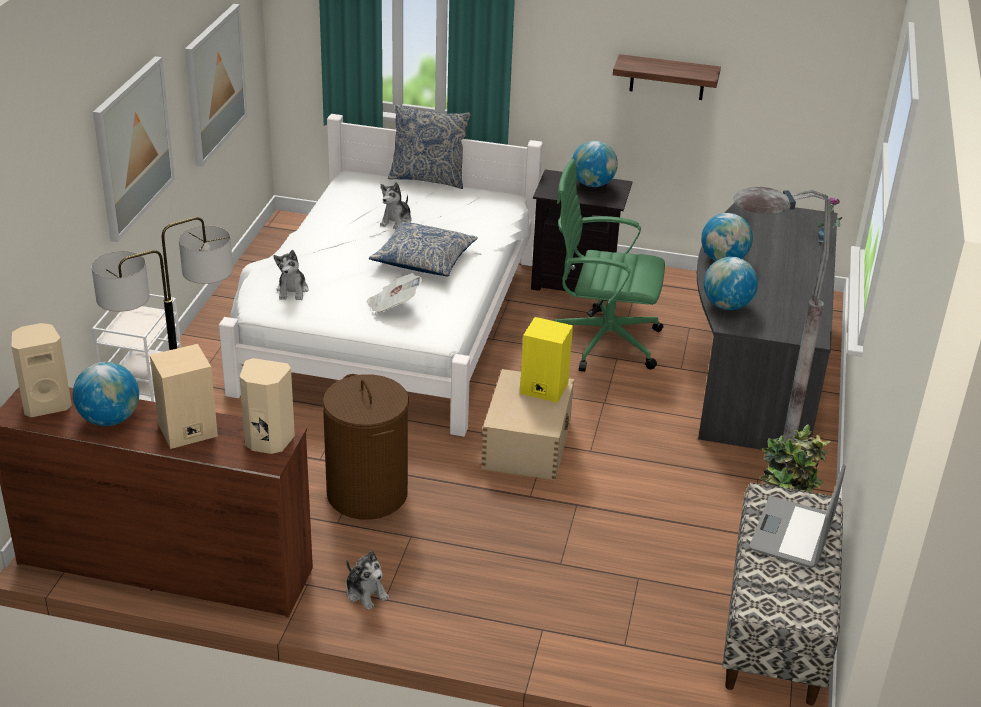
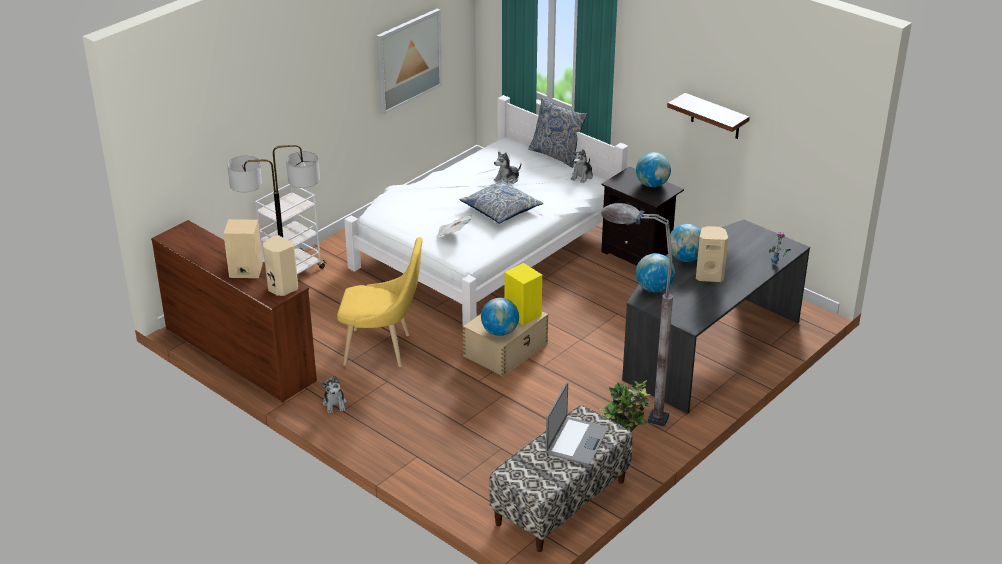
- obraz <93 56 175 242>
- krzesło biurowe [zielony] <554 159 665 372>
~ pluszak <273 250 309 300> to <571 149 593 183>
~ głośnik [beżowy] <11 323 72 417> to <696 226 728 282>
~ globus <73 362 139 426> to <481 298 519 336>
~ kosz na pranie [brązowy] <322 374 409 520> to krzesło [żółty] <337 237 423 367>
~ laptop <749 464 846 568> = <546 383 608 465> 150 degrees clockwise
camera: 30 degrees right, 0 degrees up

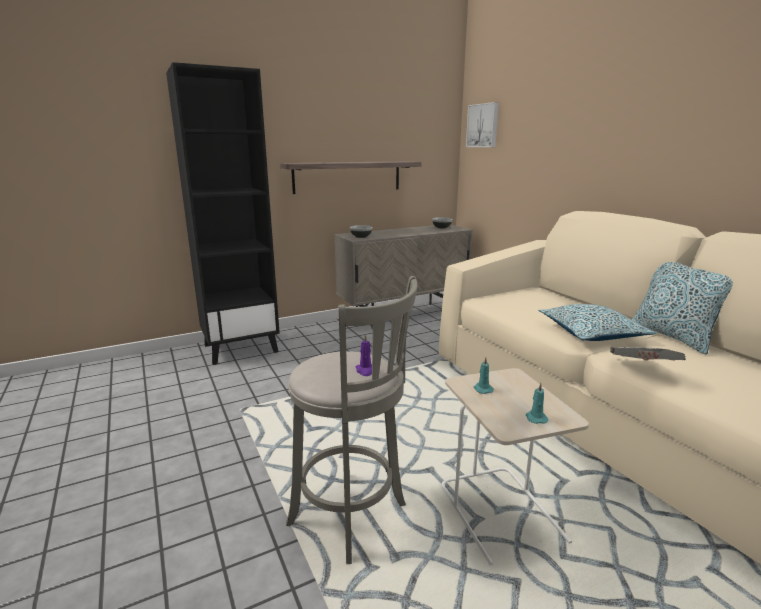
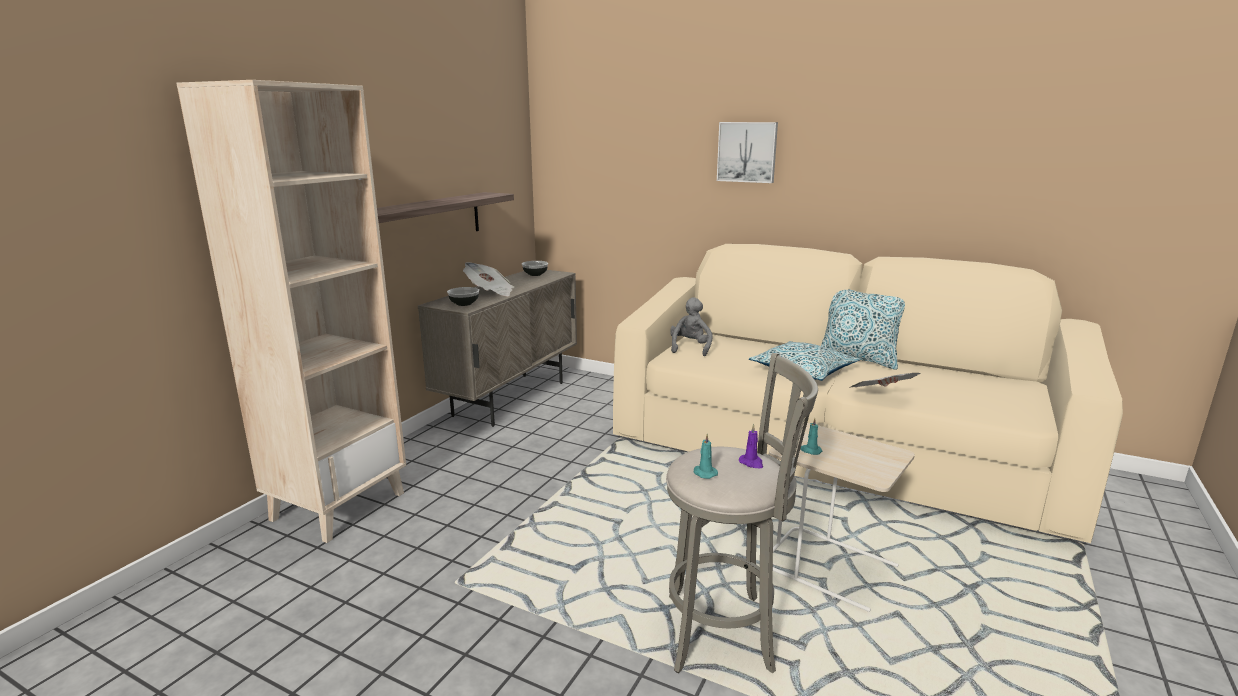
~ regał [czarny] <166 62 280 365> to regał [beżowy] <176 80 406 543>
~ obraz <466 102 499 147> to <717 122 778 183>
~ świeca [turkusowy] <526 383 549 424> to <694 434 718 479>
+ gazeta <463 262 514 297>
+ pluszak [szary] <671 297 712 356>
camera: 35 degrees left, 0 degrees up

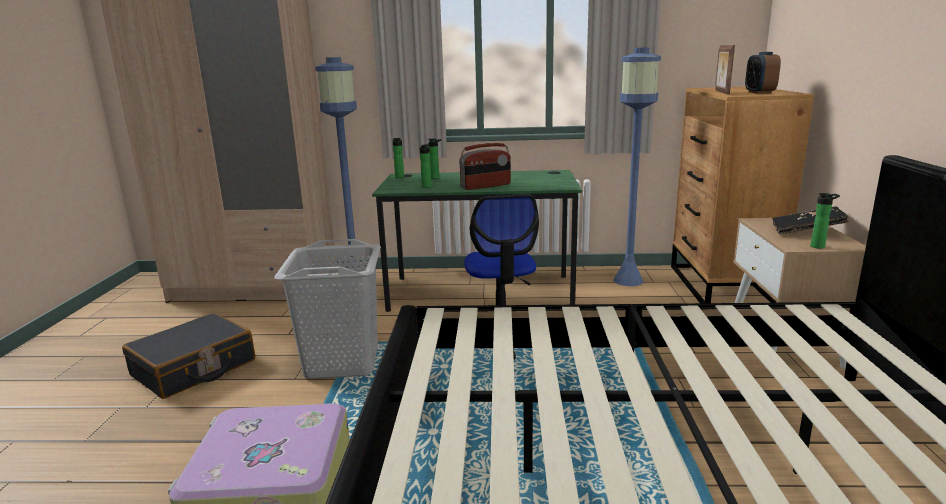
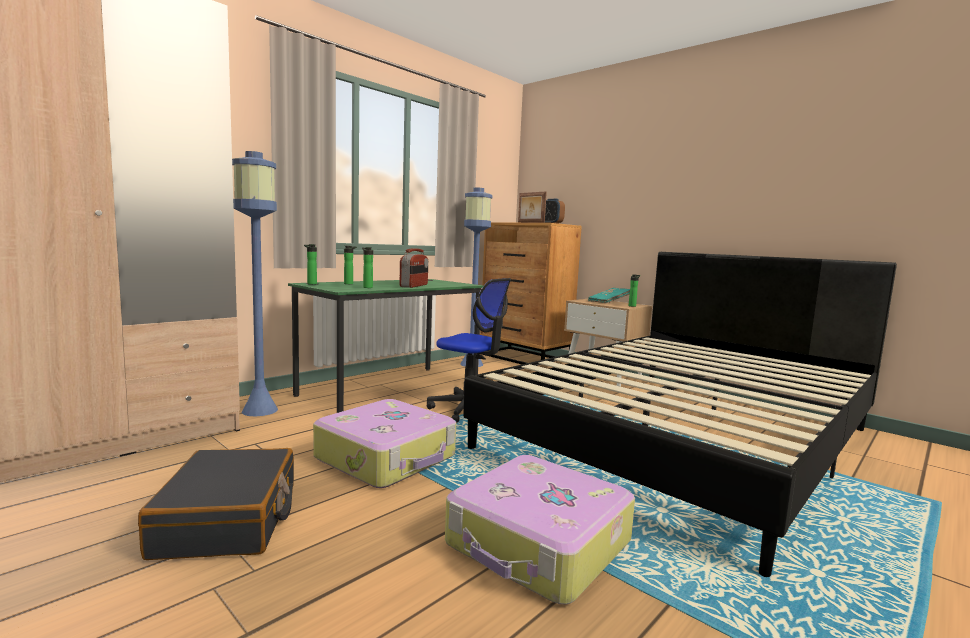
~ książka [czarny] <772 206 849 234> to książka [turkusowy] <588 288 630 303>
~ kosz na pranie [szary] <274 239 381 379> to walizka <313 399 456 488>
camera: 50 degrees left, 10 degrees down

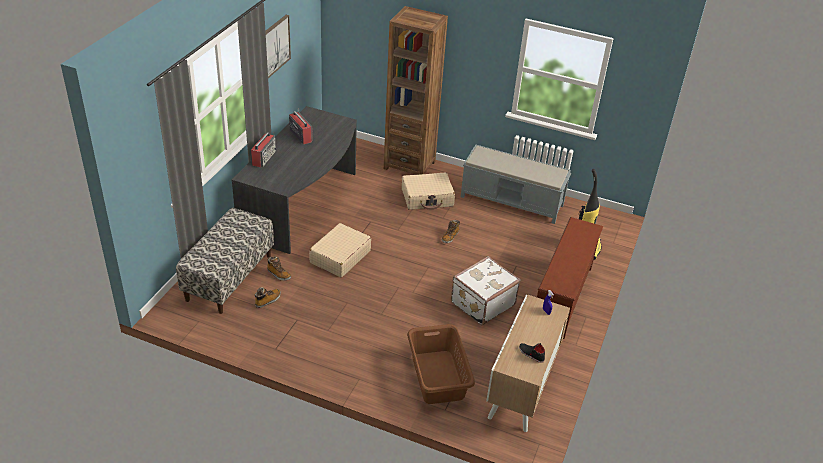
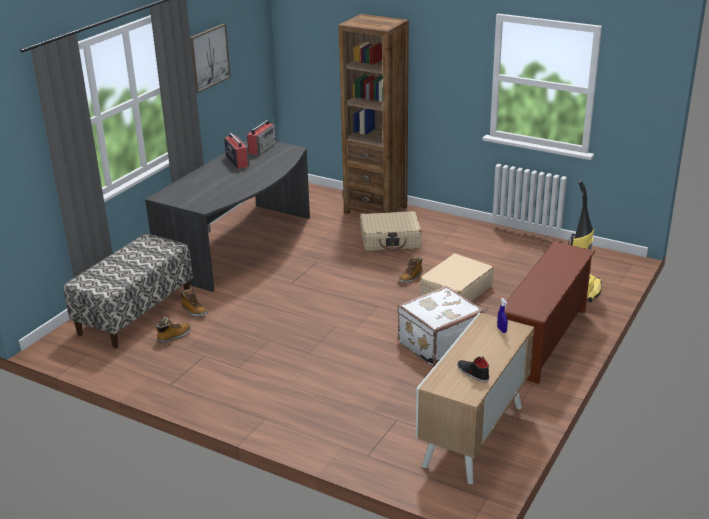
~ radio <251 132 277 168> to <247 119 277 155>
- ławka [szary] <461 145 571 224>
~ walizka [beżowy] <309 223 371 277> to <419 253 494 302>
- kosz na pranie [brązowy] <407 324 475 404>
camera: 10 degrees right, 10 degrees down

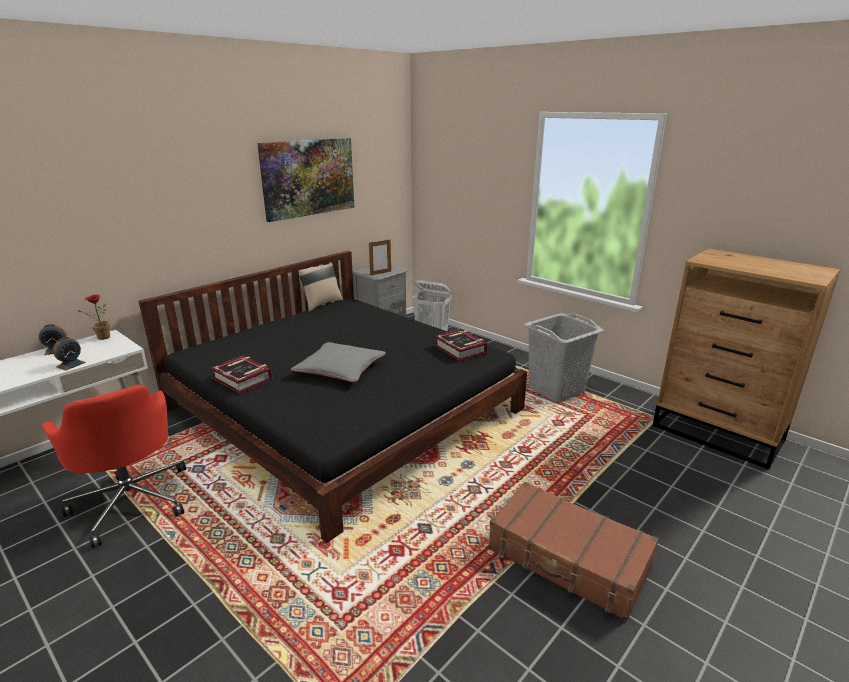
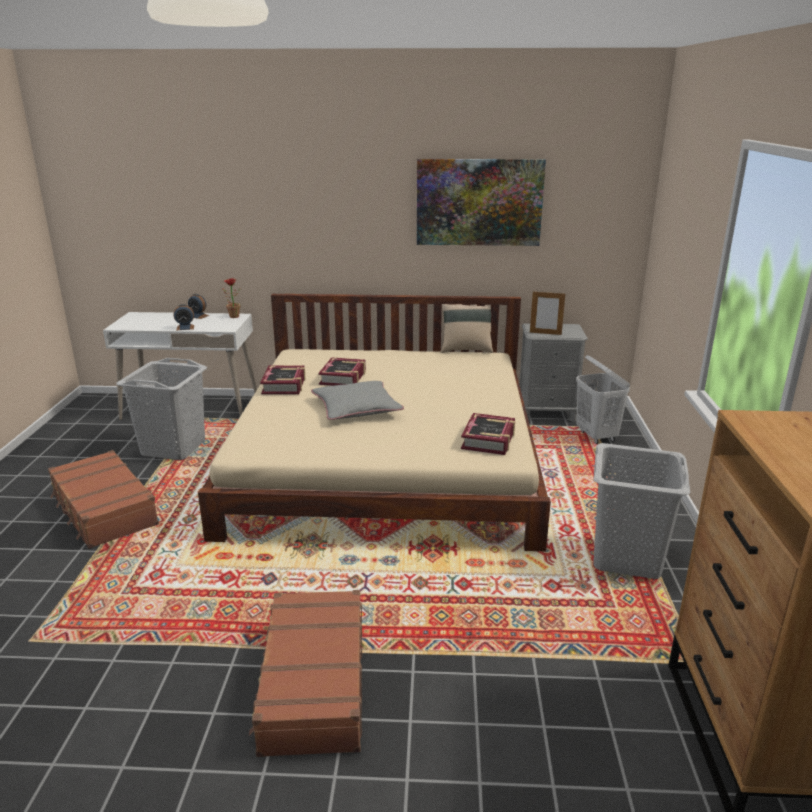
~ łóżko [czarny] <138 251 527 543> to łóżko [beżowy] <198 294 551 551>
~ krzesło biurowe [czerwony] <42 385 186 548> to kosz na pranie [szary] <116 358 207 460>
+ książka <318 358 366 386>
+ walizka [brązowy] <48 450 159 549>
camera: 50 degrees right, 0 degrees up

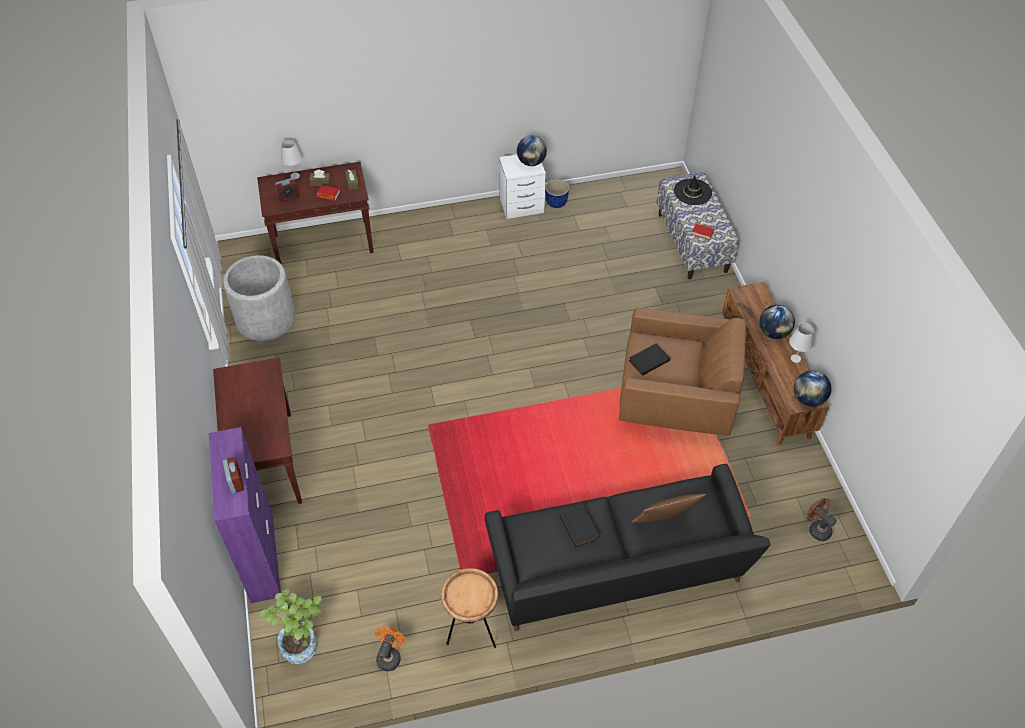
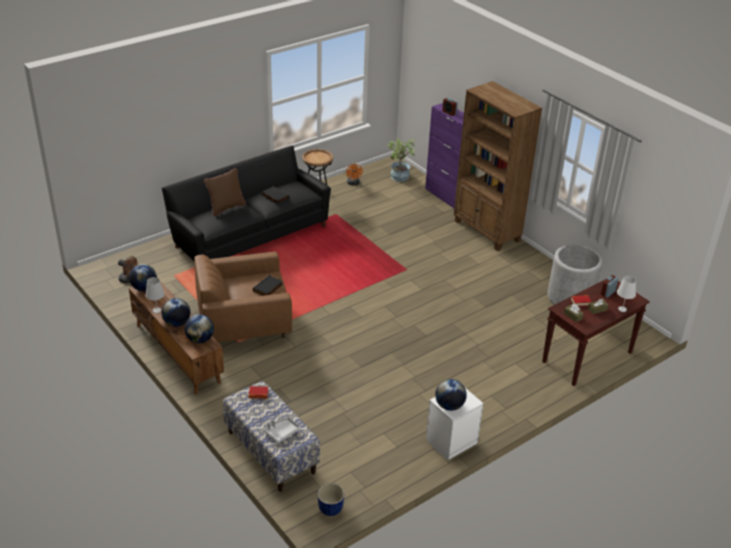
~ kapelusz [czarny] <674 175 712 205> to taca [szary] <263 417 300 444>
~ donica <545 179 569 208> to <317 483 345 516>
~ stolik konsolowy [brązowy] <213 357 302 504> to regał [brązowy] <454 81 542 251>
+ globus <185 314 214 343>
camera: 155 degrees right, 15 degrees down

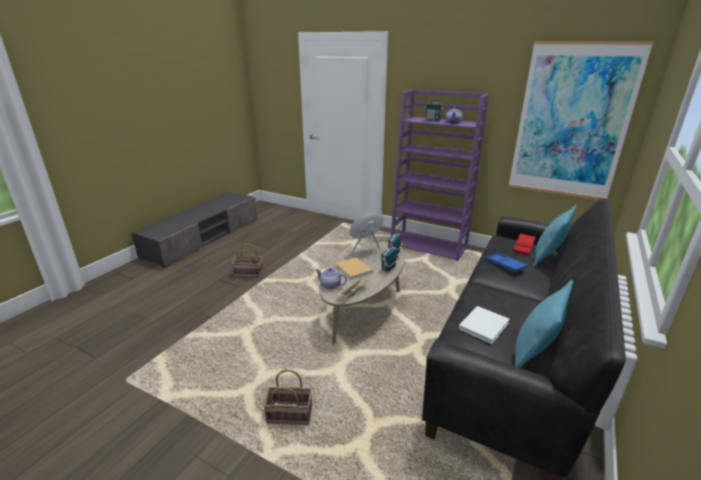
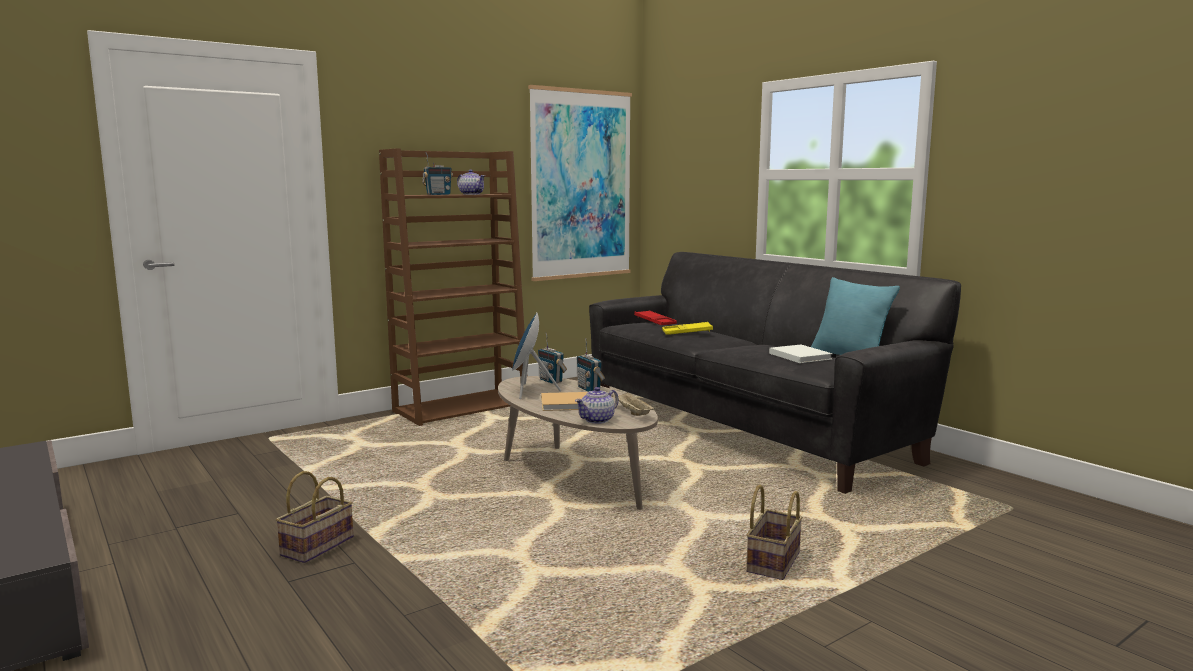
~ regał [fioletowy] <391 90 489 261> to regał [brązowy] <379 148 525 426>
- poduszka [turkusowy] <533 205 577 267>
~ taca [niebieski] <486 253 528 272> to taca [żółty] <662 322 713 335>
camera: 65 degrees left, 15 degrees down

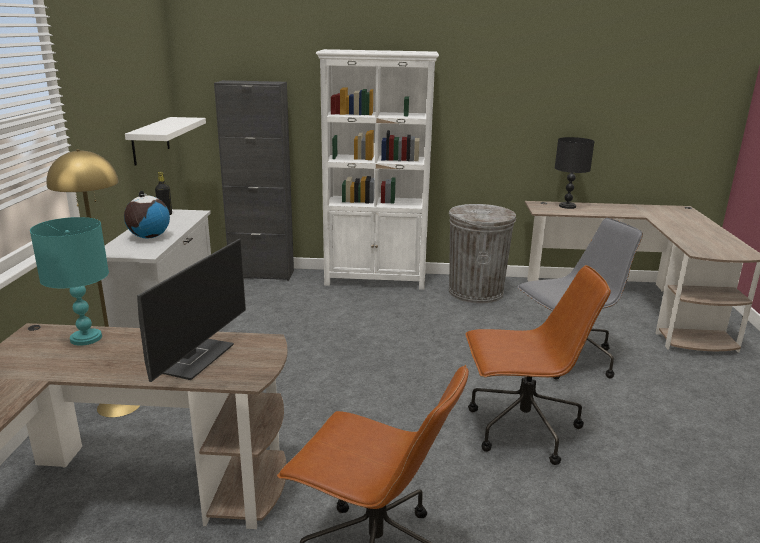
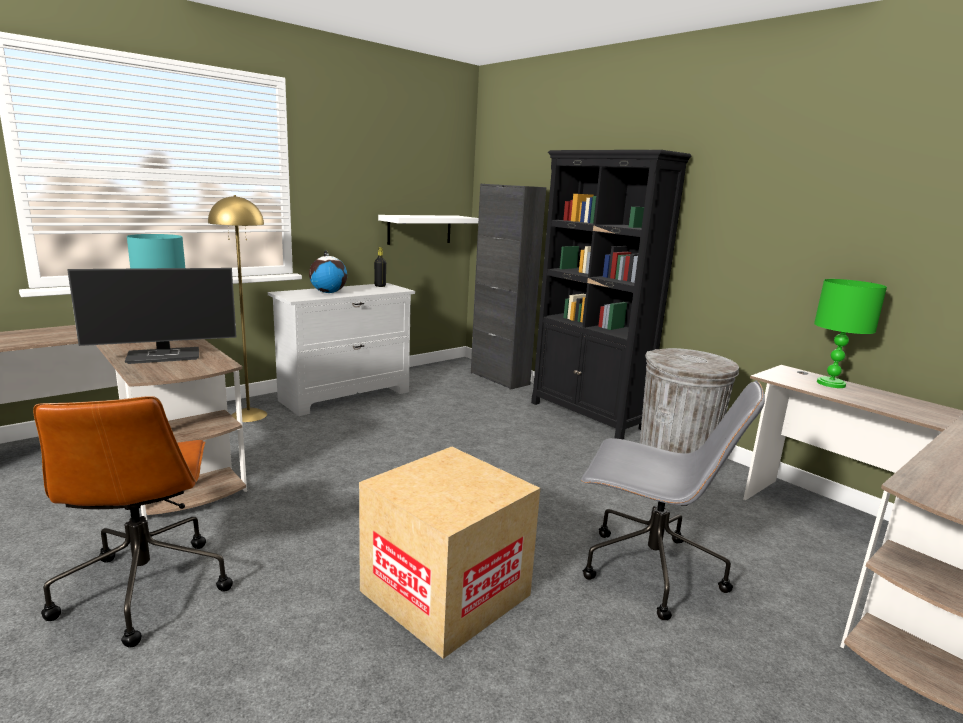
~ regał [biały] <316 49 439 290> to regał [czarny] <531 150 691 439>
~ lampa stołowa [czarny] <555 137 595 209> to lampa stołowa [zielony] <814 279 887 388>
~ krzesło biurowe [brązowy] <465 265 611 465> to karton <359 446 540 659>
camera: 45 degrees right, 5 degrees down

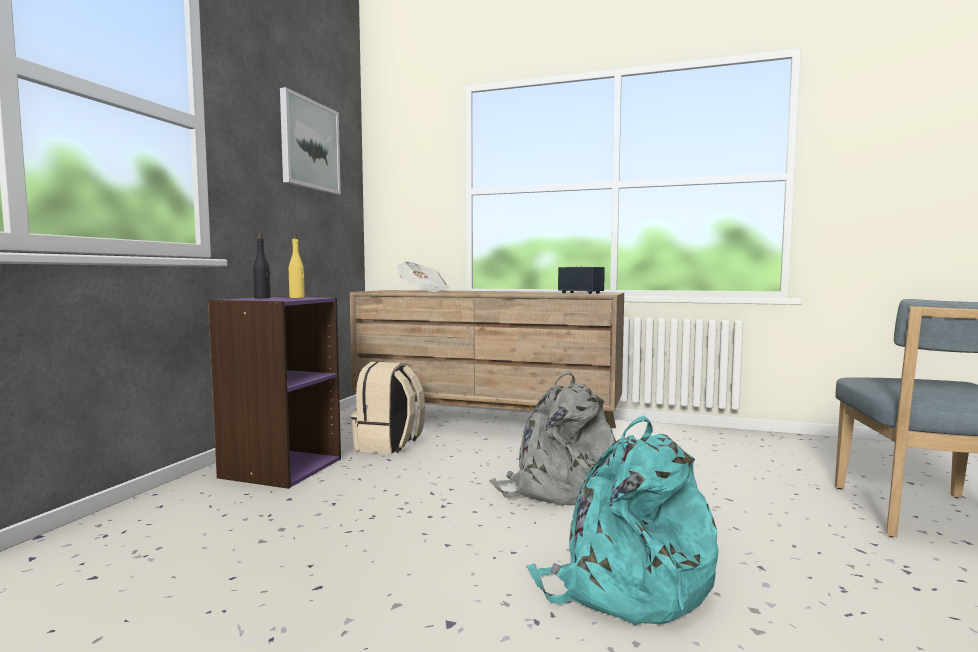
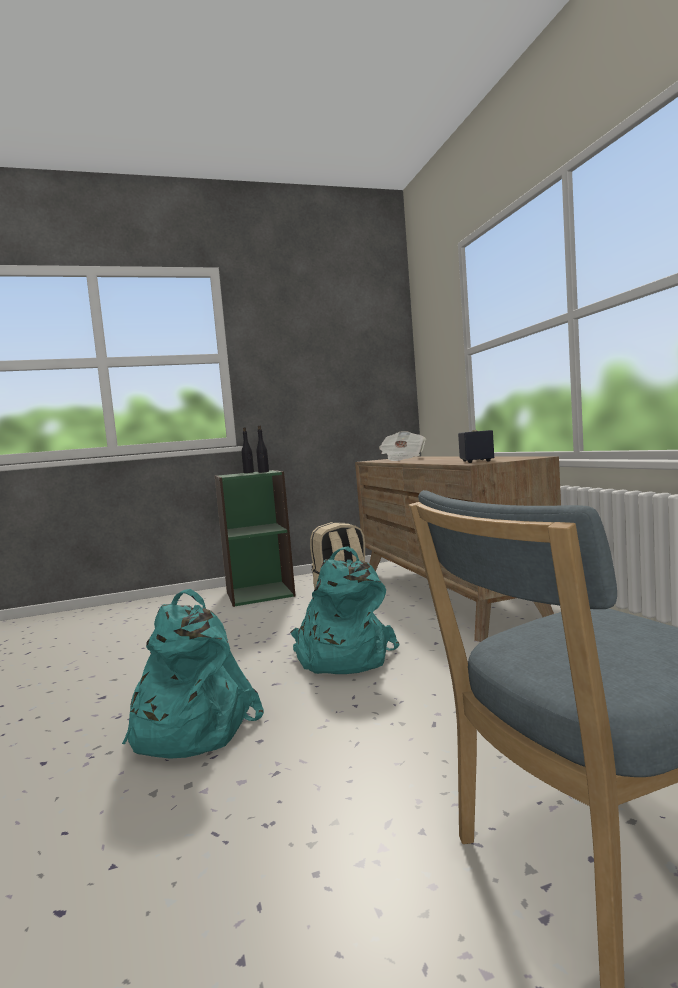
- obraz <280 87 341 195>
~ butelka [żółty] <289 233 305 298> to butelka [czarny] <256 425 269 473>
~ regał [fioletowy] <208 297 341 489> to regał [zielony] <215 470 296 607>
~ plecak [szary] <489 371 616 506> to plecak [turkusowy] <290 546 399 674>
camera: 55 degrees right, 0 degrees up

